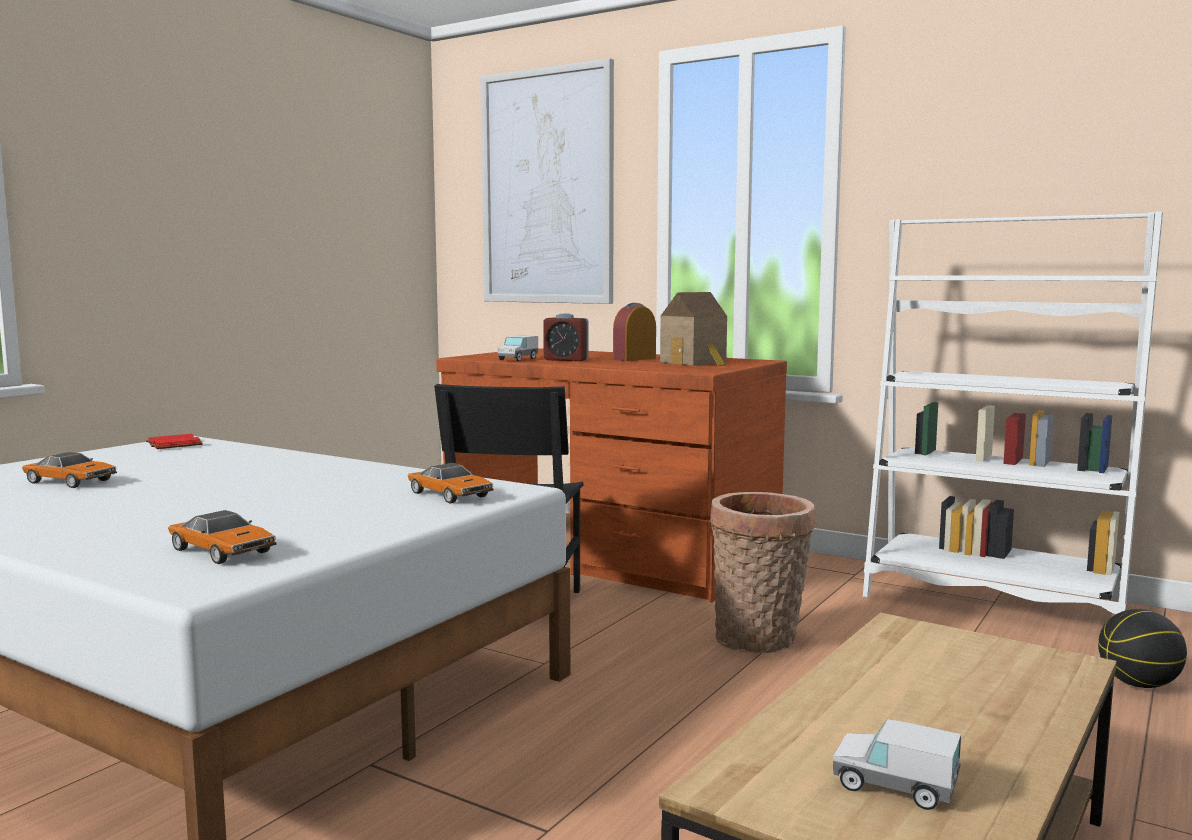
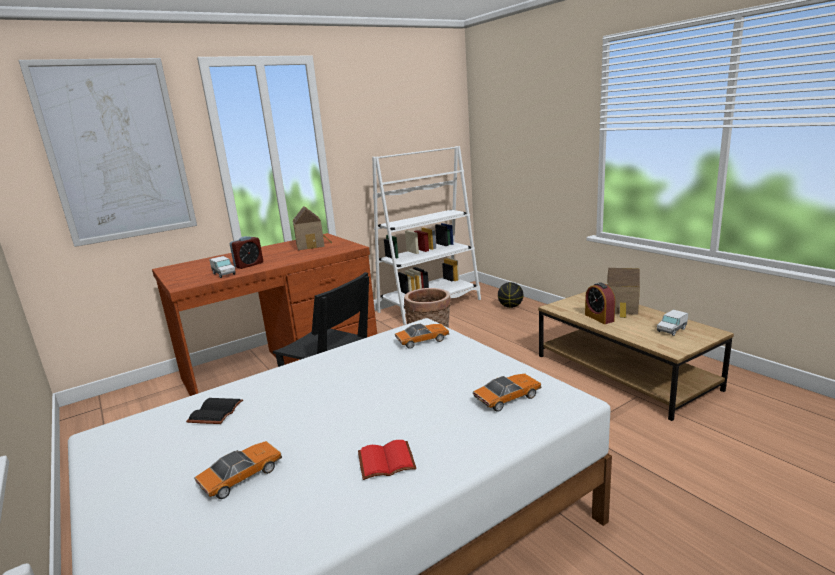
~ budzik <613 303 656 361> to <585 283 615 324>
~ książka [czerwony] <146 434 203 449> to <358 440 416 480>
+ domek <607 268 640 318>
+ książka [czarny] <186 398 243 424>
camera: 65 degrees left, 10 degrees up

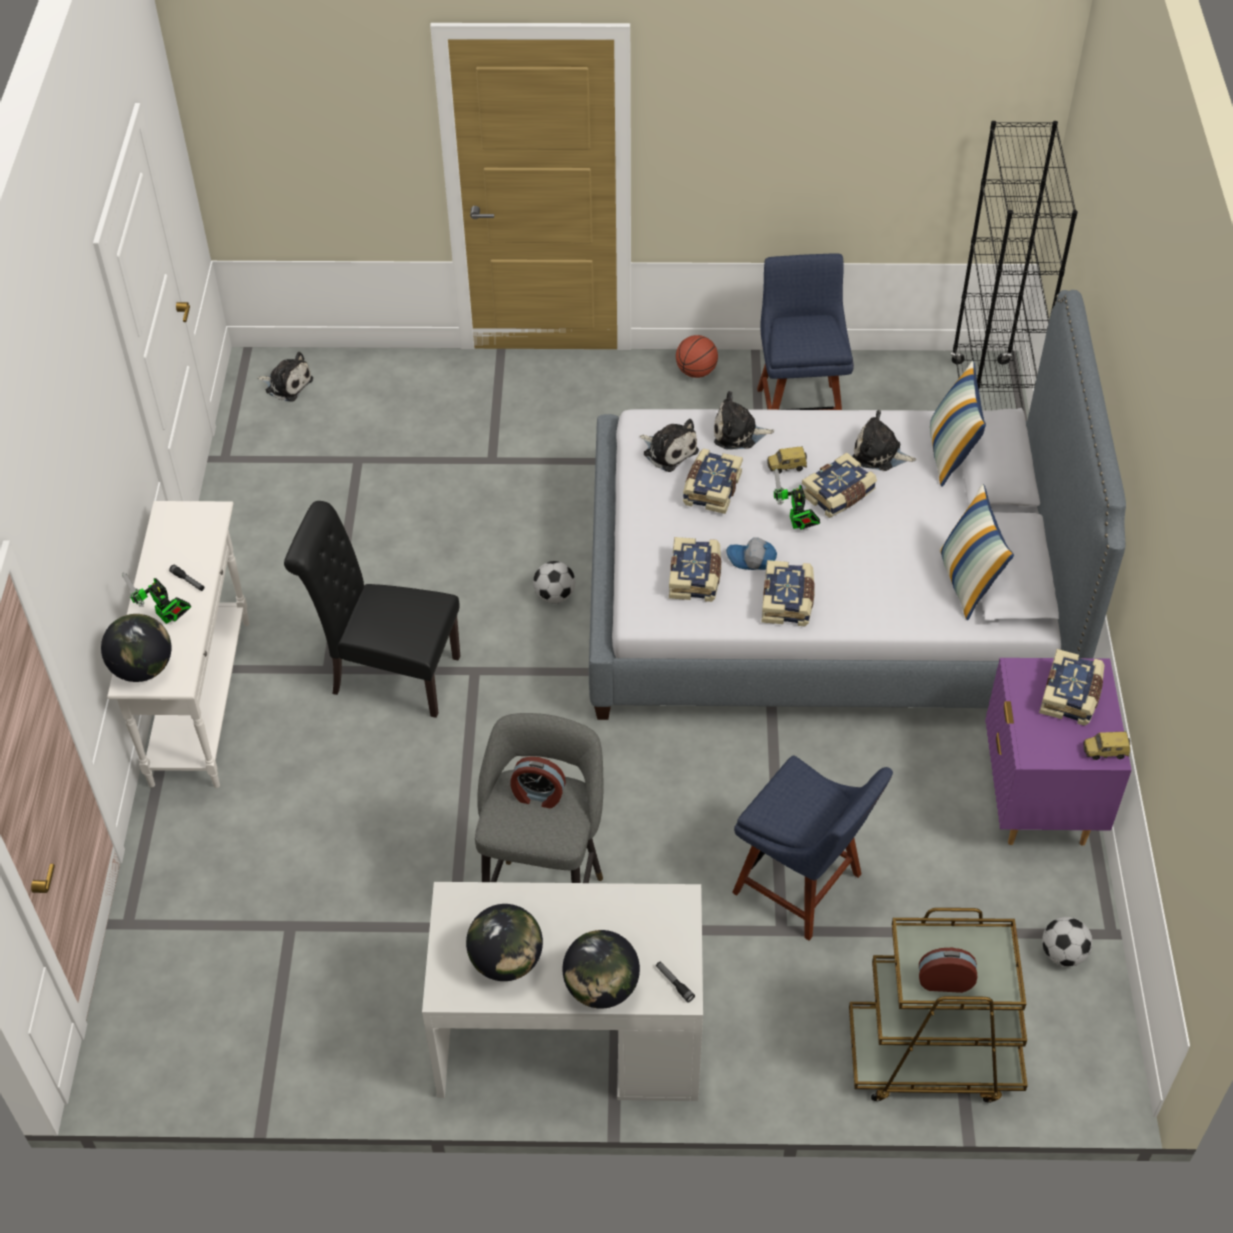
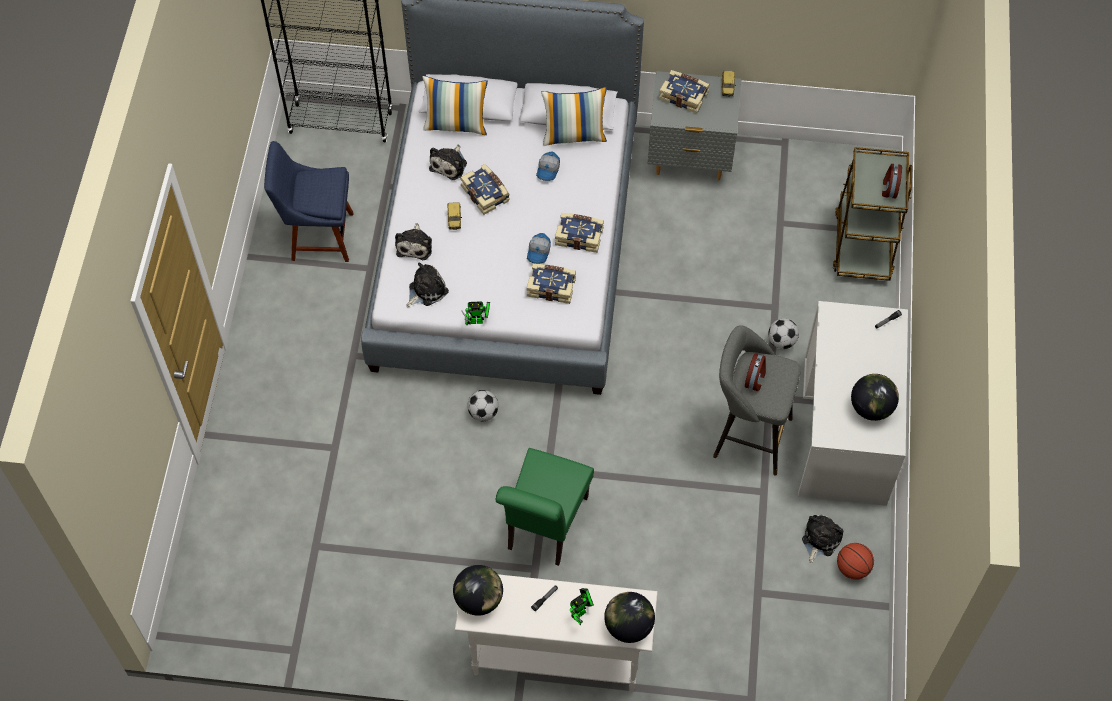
~ piłka do koszykówki <676 335 718 378> to <837 543 874 580>
~ pluszak <258 352 313 402> to <802 515 843 563>
- książka <683 449 743 514>
~ robot zabawkowy <774 468 820 530> to <462 301 490 325>
~ krzesło [czarny] <284 501 460 718> to krzesło [zielony] <495 448 594 566>
~ szafka nocna [fioletowy] <985 658 1132 846> to szafka nocna [szary] <648 71 741 181>
- krzesło [niebieski] <732 756 893 941>
~ piłka futbolowa <1042 917 1093 967> to <768 318 799 349>
~ globus <562 930 640 1009> to <453 565 503 616>
+ czapka z daszkiem <536 151 560 181>
camera: 85 degrees left, 10 degrees up

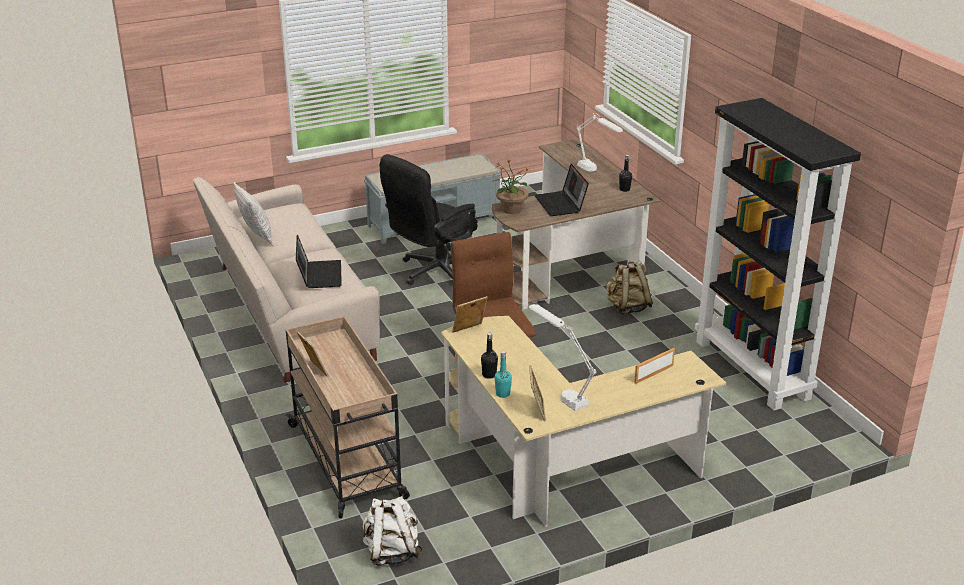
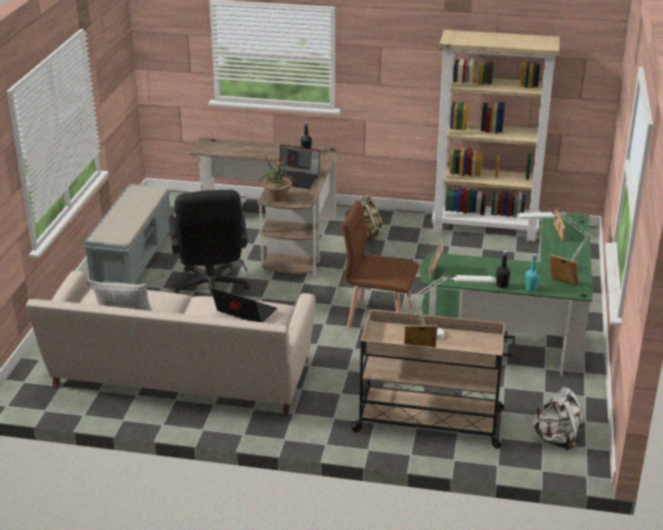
~ regał [czarny] <695 98 861 411> to regał [beżowy] <432 30 560 241>
~ lampa stołowa [biały] <577 113 623 172> to <408 274 496 340>
~ biurko [beżowy] <441 316 726 527> to biurko [zielony] <420 211 593 376>
camera: 55 degrees left, 0 degrees up

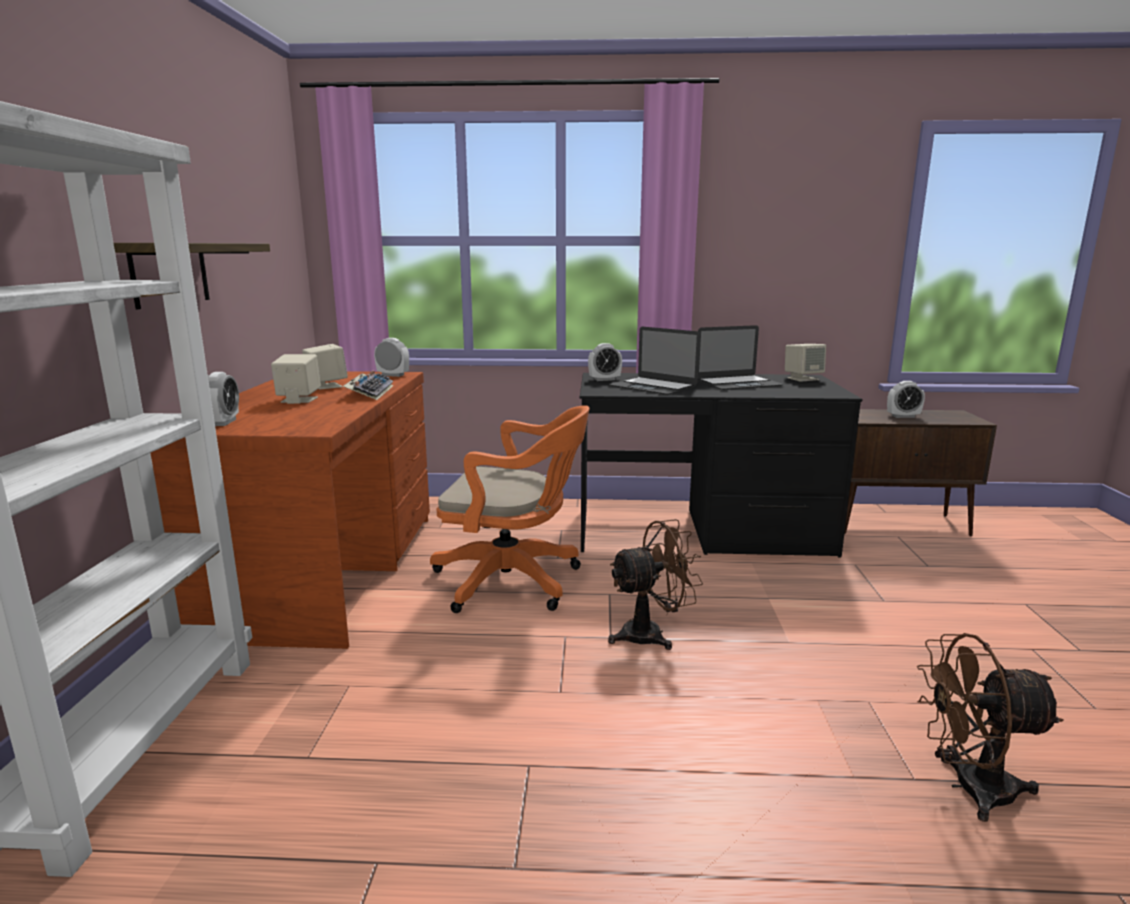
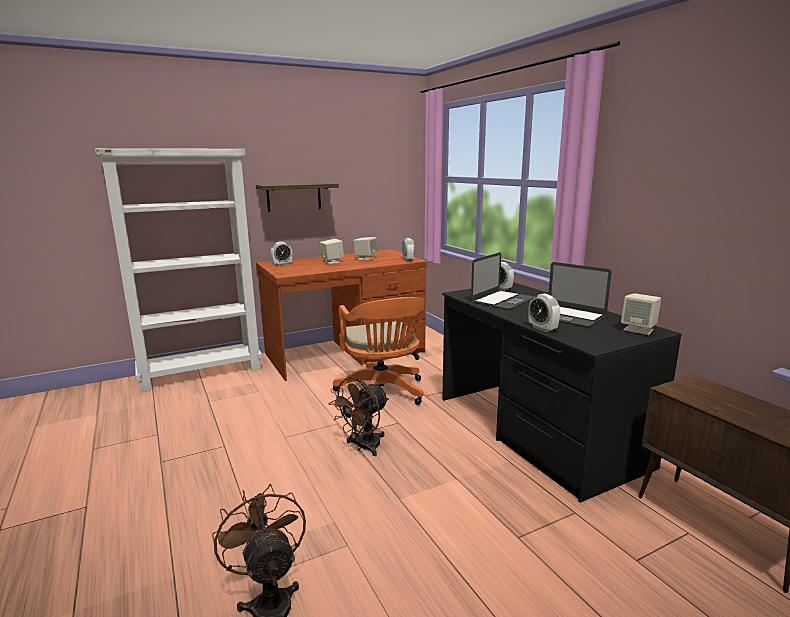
~ laptop <609 327 700 395> = <471 252 535 310> 150 degrees counterclockwise
- klawiatura <343 370 393 400>
~ budzik <887 381 925 418> to <528 293 560 332>
~ wentylator [brązowy] <608 519 703 650> = <329 377 389 456> 90 degrees clockwise
camera: 60 degrees right, 0 degrees up

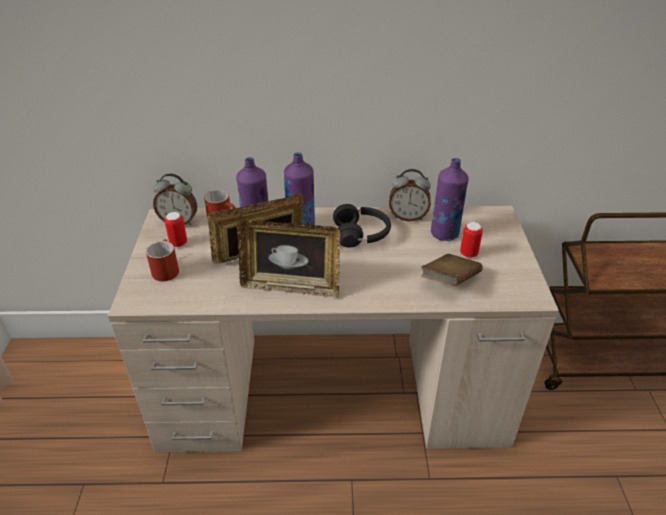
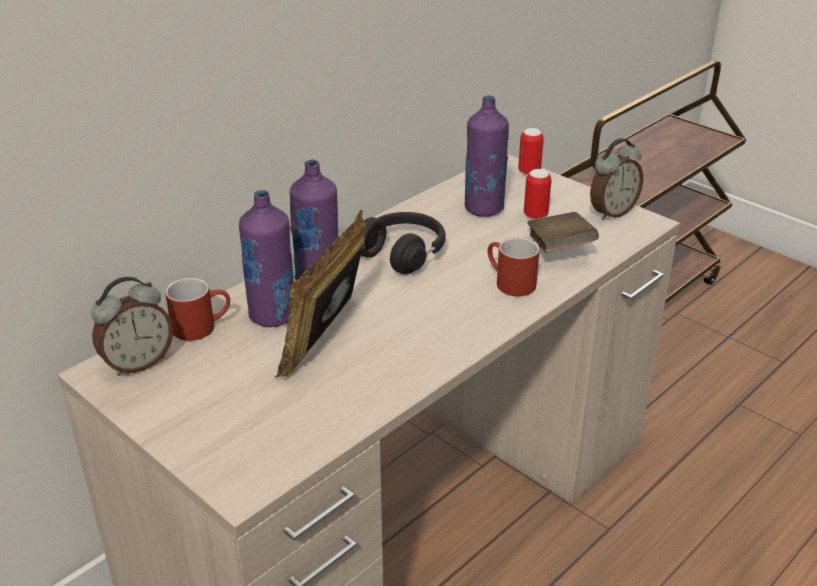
~ budzik <389 169 431 221> to <590 138 643 220>
~ puszka <165 212 187 247> to <518 128 544 175>
- ramka na zdjęcie <237 220 340 298>
~ kubek [czerwony] <146 239 179 281> to <488 238 540 296>
camera: 45 degrees left, 5 degrees down

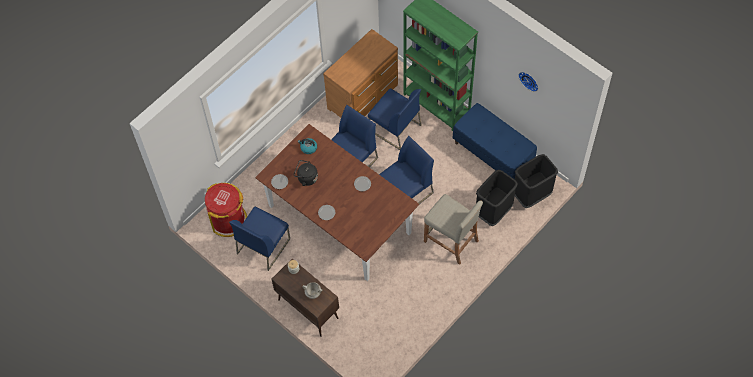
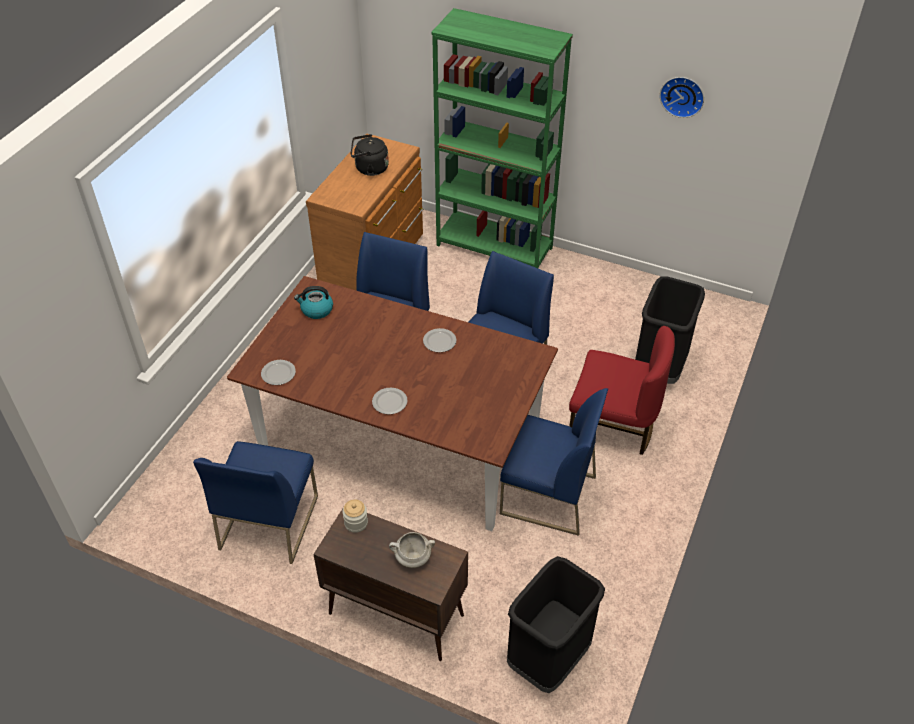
~ krzesło [niebieski] <368 88 421 150> to <500 388 608 536>
- ławka [niebieski] <453 103 537 179>
~ kosz na śmieci [czarny] <515 154 558 208> to <507 556 605 693>
~ czajnik [czarny] <294 160 318 186> to <351 134 389 176>
- kosz na śmieci [czerwony] <205 183 247 237>
~ stołek [beżowy] <424 194 483 265> to krzesło [czerwony] <569 326 675 455>
camera: 20 degrees left, 15 degrees down

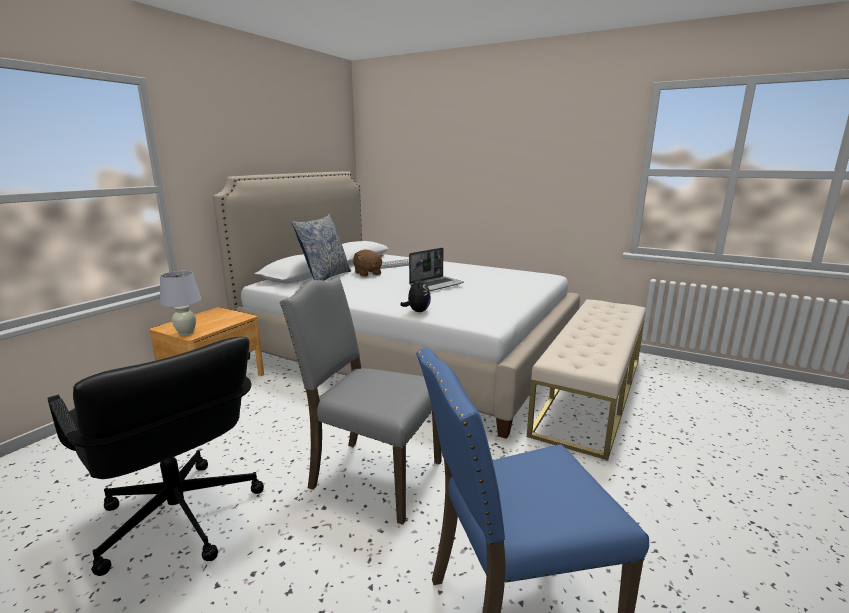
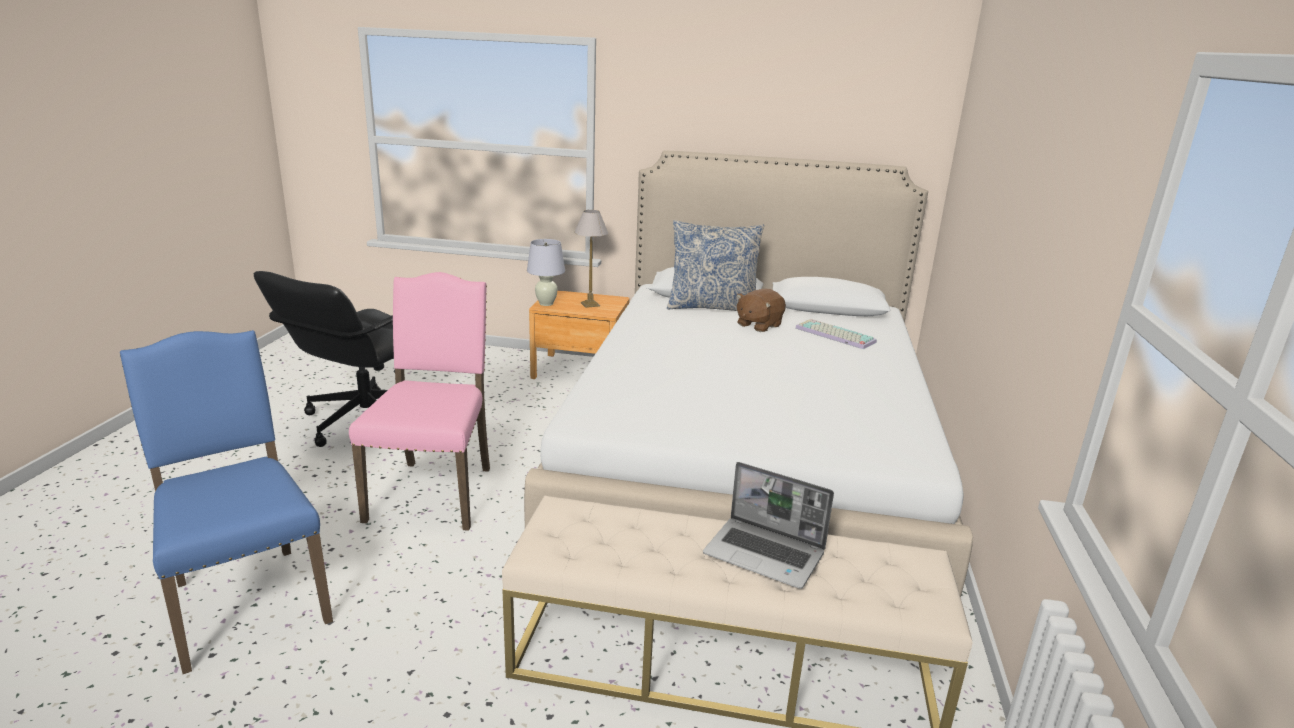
~ laptop <409 248 464 291> to <703 462 834 589>
- pluszak <400 276 431 312>
~ krzesło [szary] <279 278 442 525> to krzesło [różowy] <349 272 490 531>
+ lampa stołowa <574 210 608 308>
camera: 70 degrees right, 5 degrees up

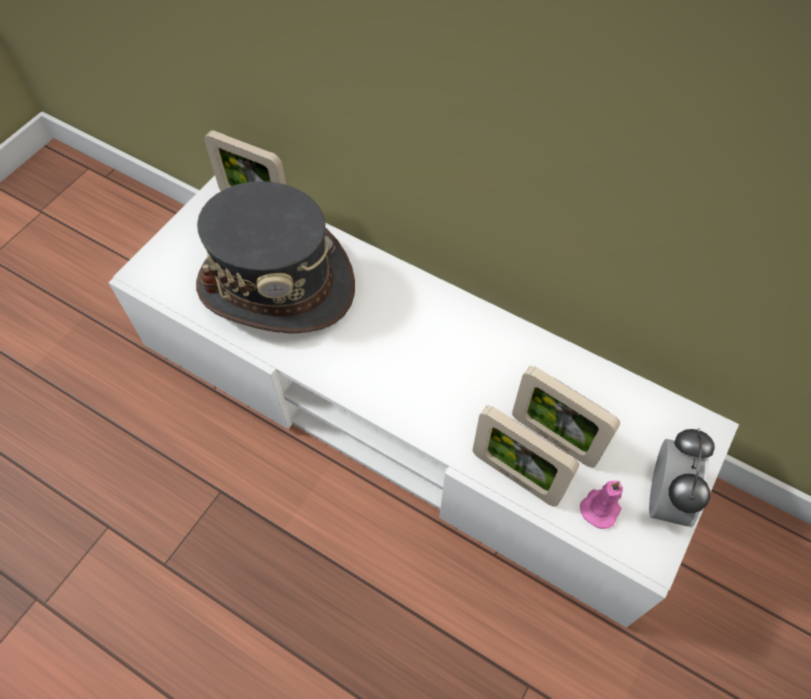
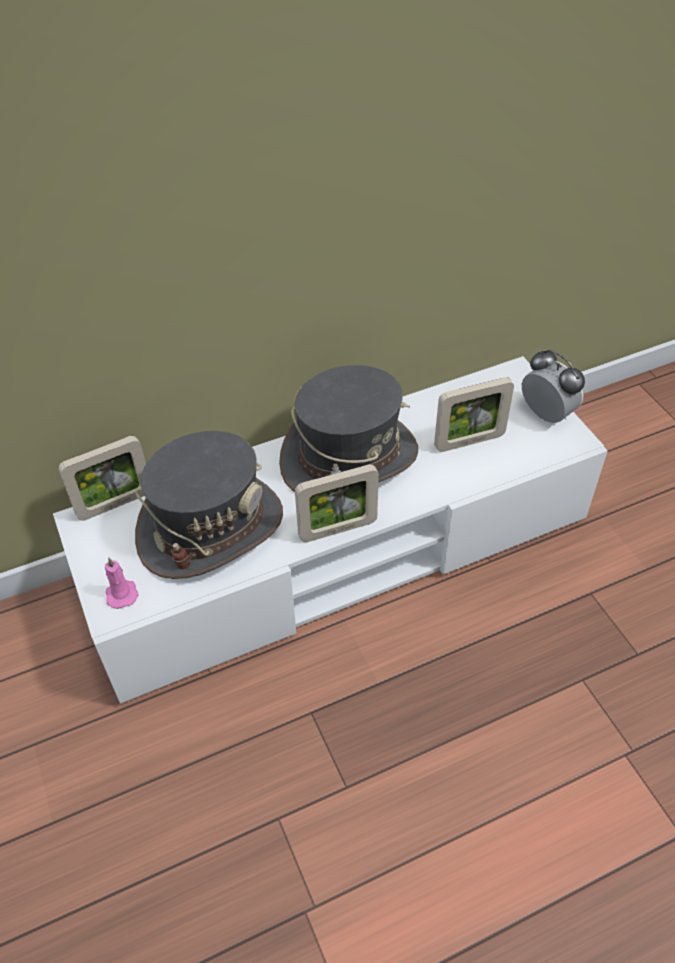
~ ramka na zdjęcie <473 406 579 507> to <295 464 379 542>
~ świeca [różowy] <580 481 623 529> to <105 558 139 609>
+ kapelusz [szary] <279 365 418 492>
camera: 55 degrees left, 10 degrees down

